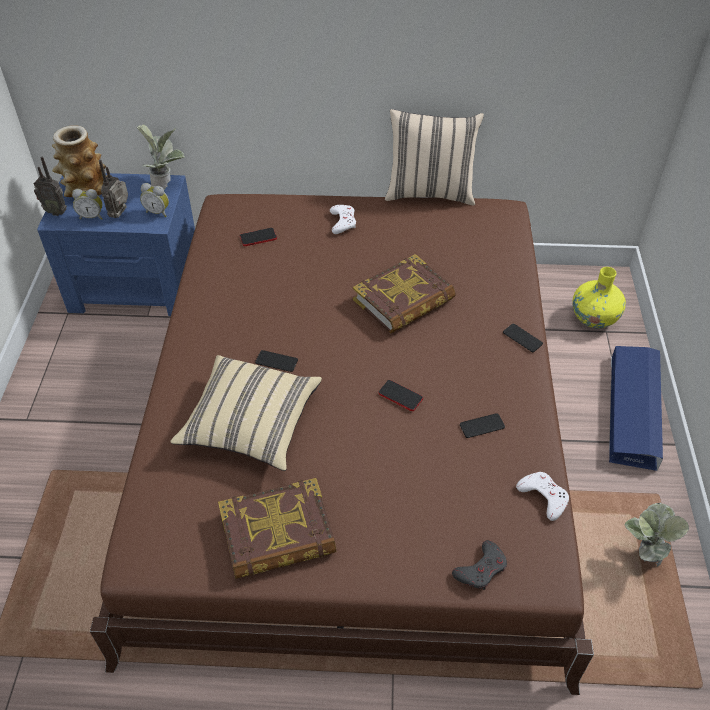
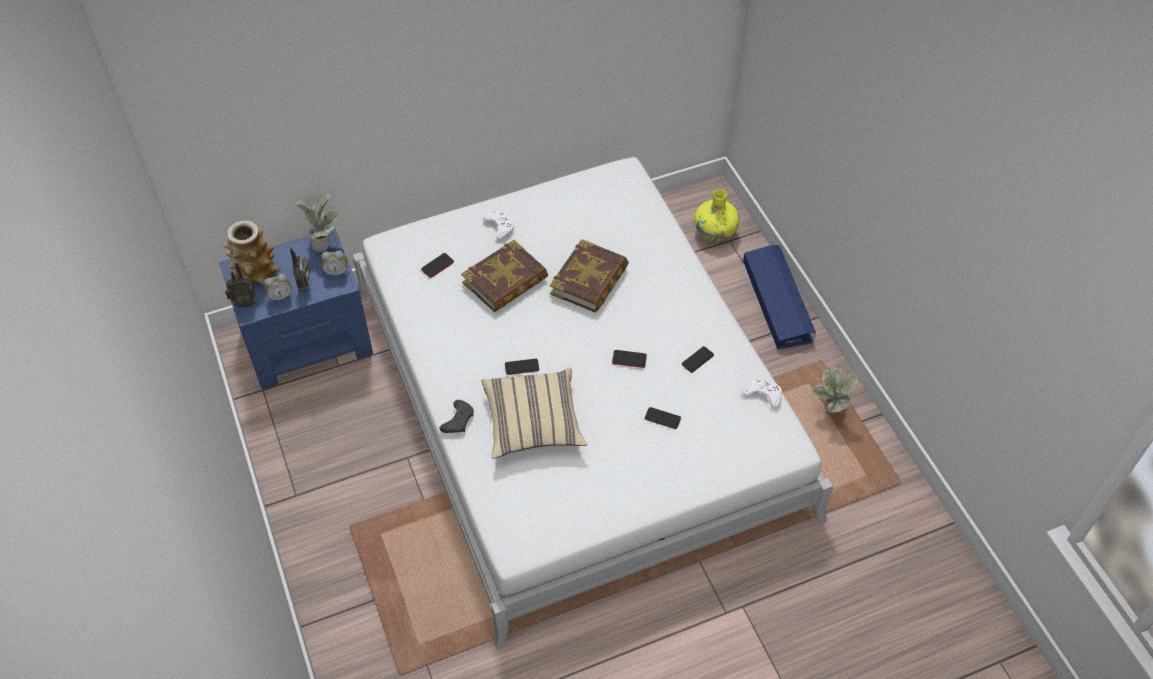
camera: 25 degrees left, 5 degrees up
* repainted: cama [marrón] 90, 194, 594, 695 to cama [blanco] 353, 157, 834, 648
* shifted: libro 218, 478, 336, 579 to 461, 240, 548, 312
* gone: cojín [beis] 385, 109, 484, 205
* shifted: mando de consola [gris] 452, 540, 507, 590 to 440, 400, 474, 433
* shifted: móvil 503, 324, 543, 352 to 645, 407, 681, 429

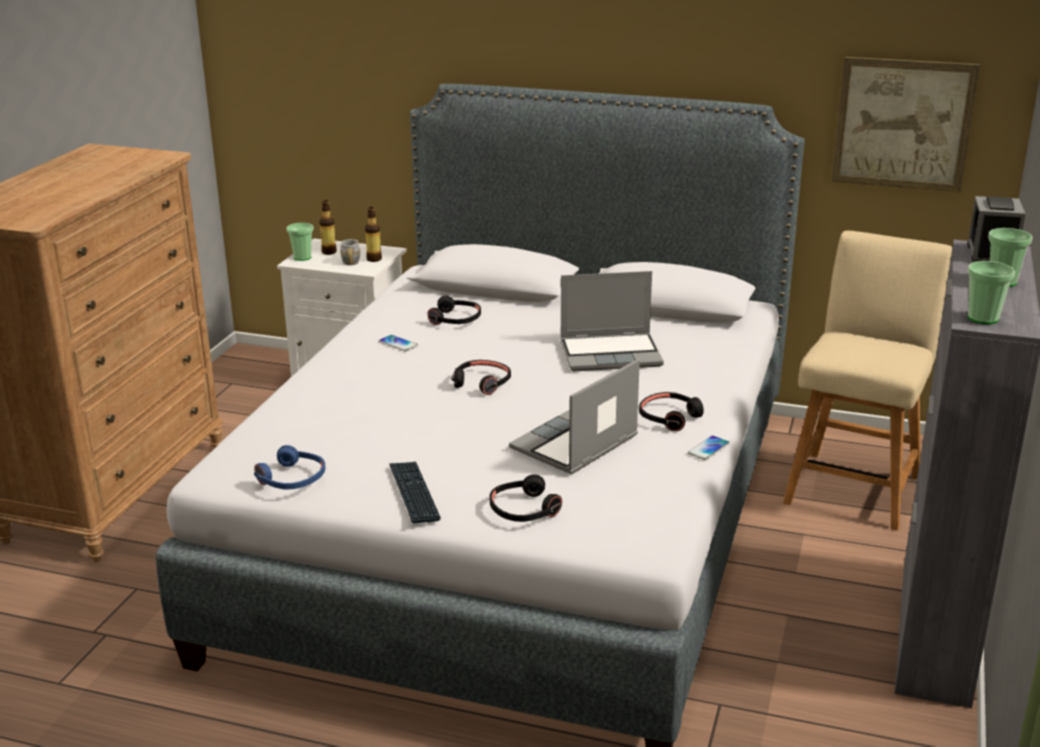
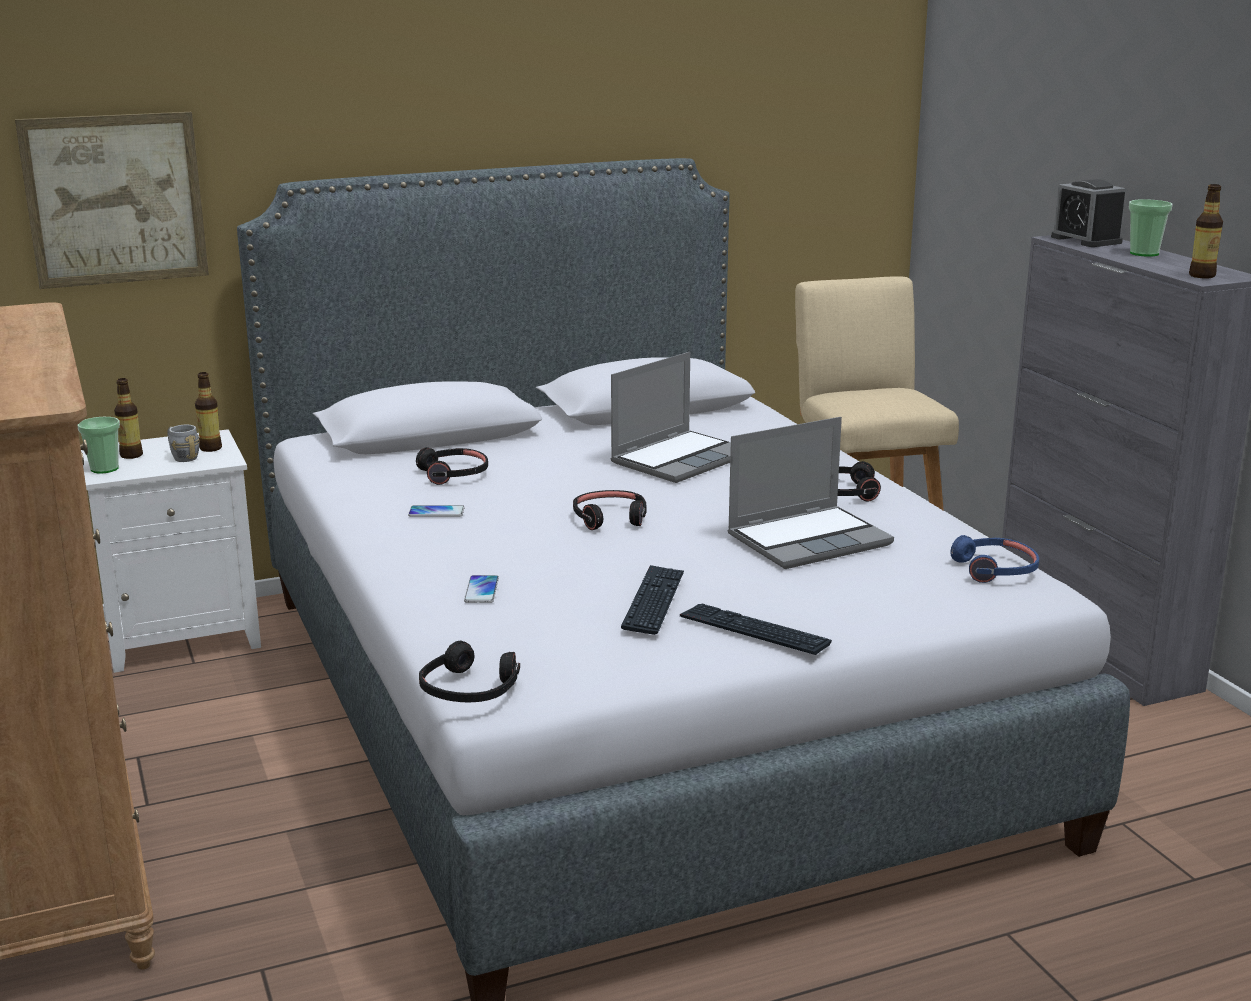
camera: 40 degrees left, 5 degrees down
* shifted: auriculares [azul] 254, 445, 325, 489 to 950, 535, 1039, 583
* shifted: auriculares [negro] 490, 474, 562, 522 to 419, 640, 520, 702
* rotated: portátil 509, 359, 640, 474 = 728, 417, 894, 569 120 degrees counterclockwise
* shifted: móvil 688, 436, 730, 460 to 464, 575, 499, 603
* shifted: cuadro 831, 57, 980, 192 to 15, 112, 209, 289
* swapped: taza 968, 261, 1015, 324 to botella 1189, 184, 1223, 278
* new: teclado 621, 565, 684, 635

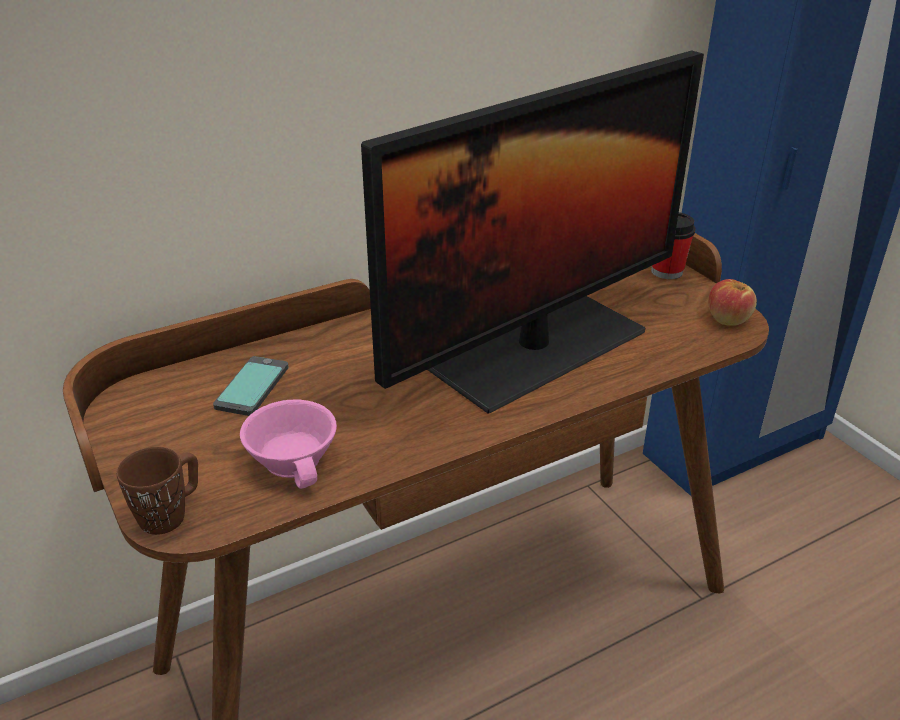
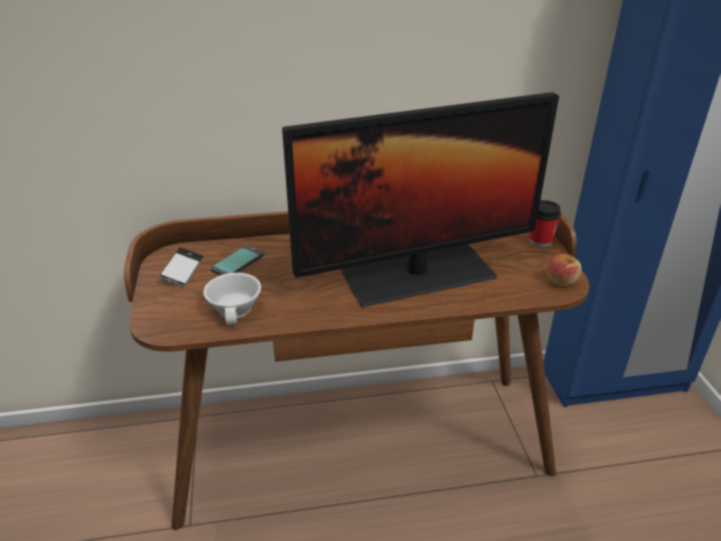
camera: 20 degrees right, 0 degrees up
* gone: taza grande [marrón] 117, 447, 198, 535
* repainted: taza [rosa] 240, 399, 337, 489 to taza [blanco] 204, 273, 261, 325
* new: móvil 159, 247, 203, 287

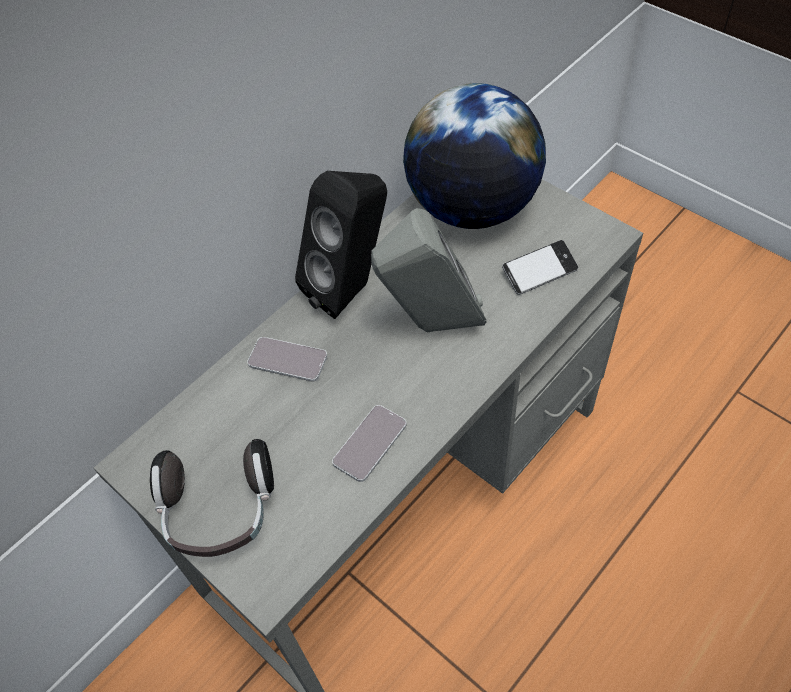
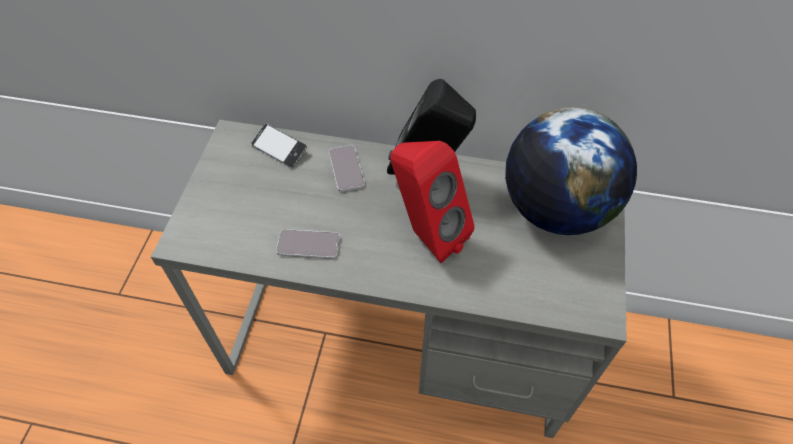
camera: 55 degrees right, 0 degrees up
* gone: auriculares 150, 439, 274, 557
* repainted: altavoz [gris] 371, 208, 487, 332 to altavoz [rojo] 390, 141, 475, 263
* shifted: móvil 502, 240, 578, 295 to 251, 124, 307, 168

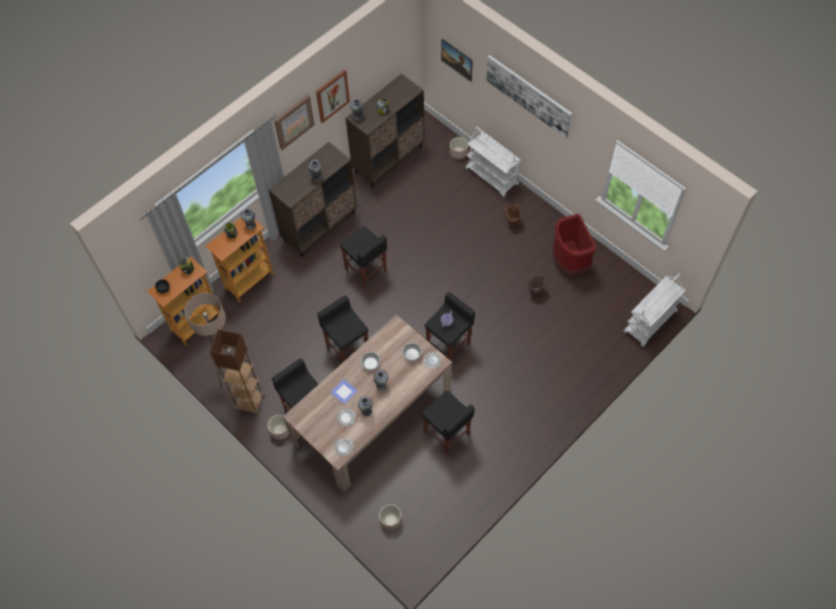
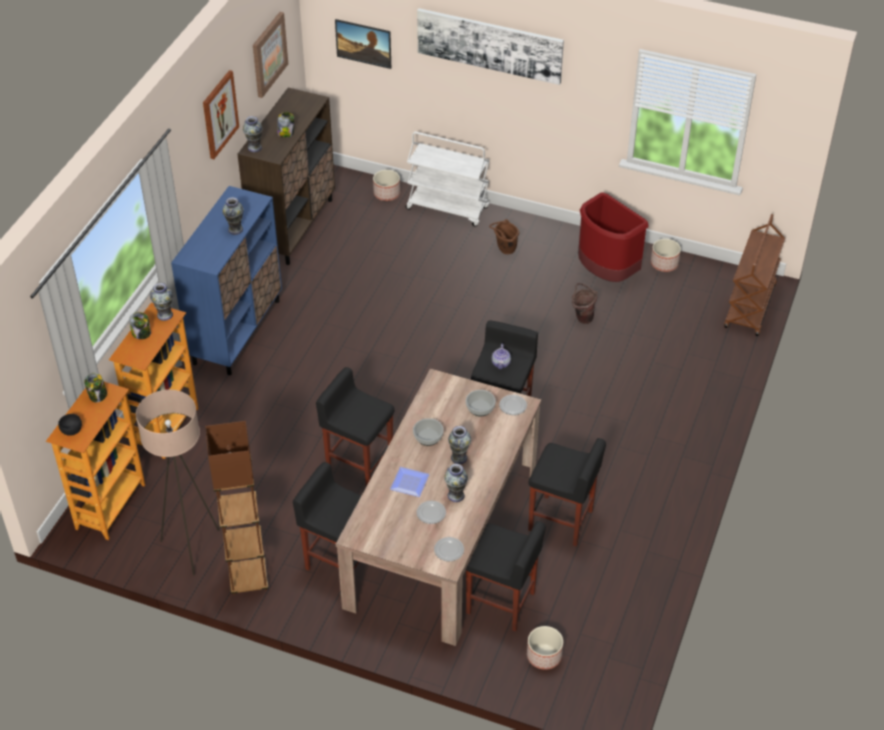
camera: 25 degrees left, 15 degrees down
* shifted: maceta 268, 415, 289, 440 to 651, 239, 681, 272
* repainted: armario [marrón] 269, 142, 357, 257 to armario [azul] 171, 186, 282, 375
* shifted: cuadro 274, 95, 315, 150 to 253, 12, 288, 98
* shifted: taburete [negro] 340, 226, 387, 288 to 466, 521, 546, 632
* repainted: carrito [blanco] 624, 274, 686, 347 to carrito [marrón] 724, 214, 785, 336

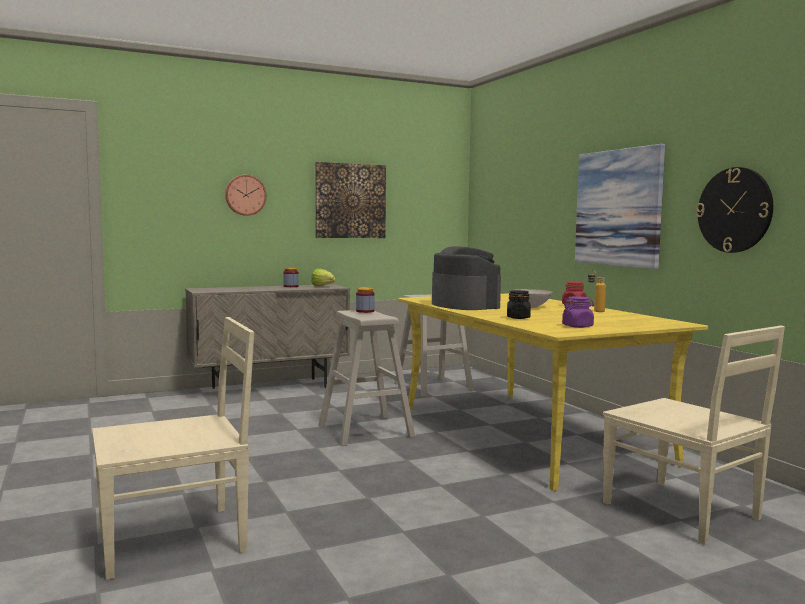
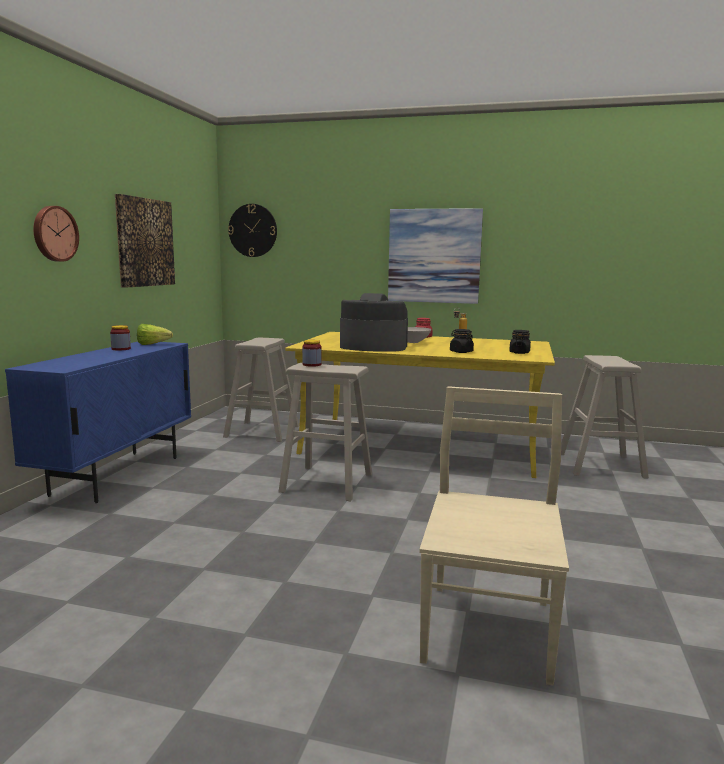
camera: 50 degrees left, 5 degrees up
* repainted: armario [beis] 185, 284, 350, 389 to armario [azul] 5, 342, 191, 503
* repainted: tarro [morado] 562, 296, 594, 328 to tarro [negro] 509, 330, 531, 354
* swapped: silla [beis] 603, 326, 785, 545 to taburete [beis] 561, 355, 649, 478
* shifted: reloj de pared 696, 167, 773, 253 to 228, 204, 277, 257

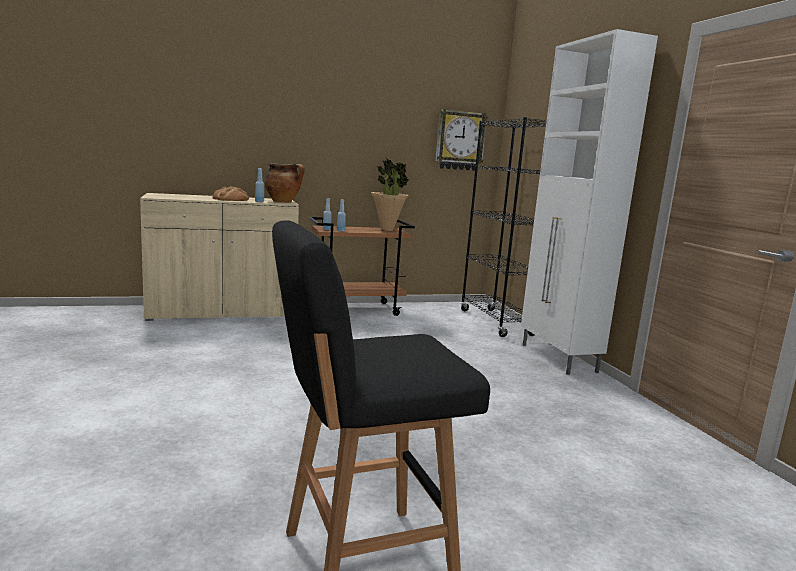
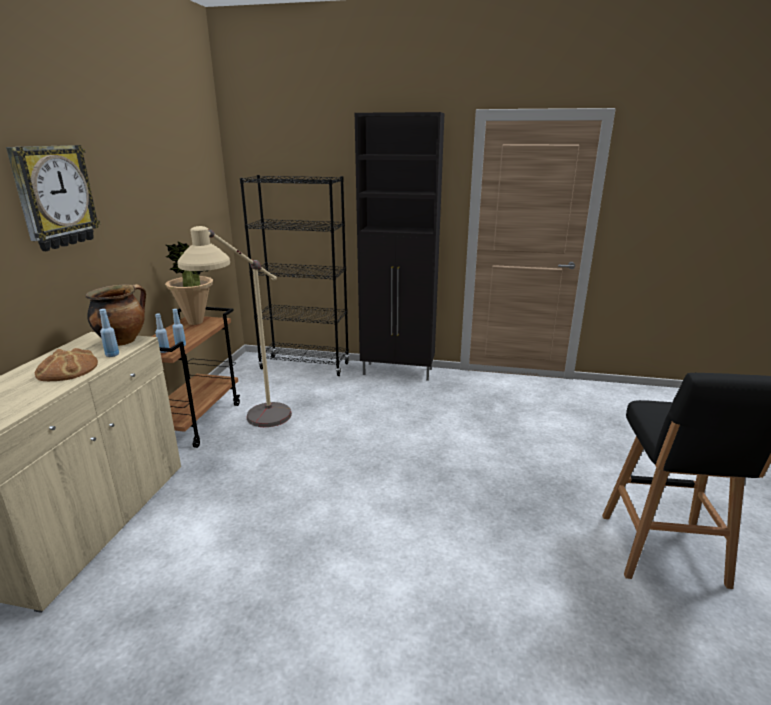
camera: 60 degrees left, 10 degrees up
* shifted: reloj de pared 436, 109, 488, 171 to 6, 145, 100, 251
* repainted: armario [blanco] 521, 29, 658, 375 to armario [negro] 355, 112, 444, 381
* new: lámpara de pie [beis] 177, 226, 292, 427

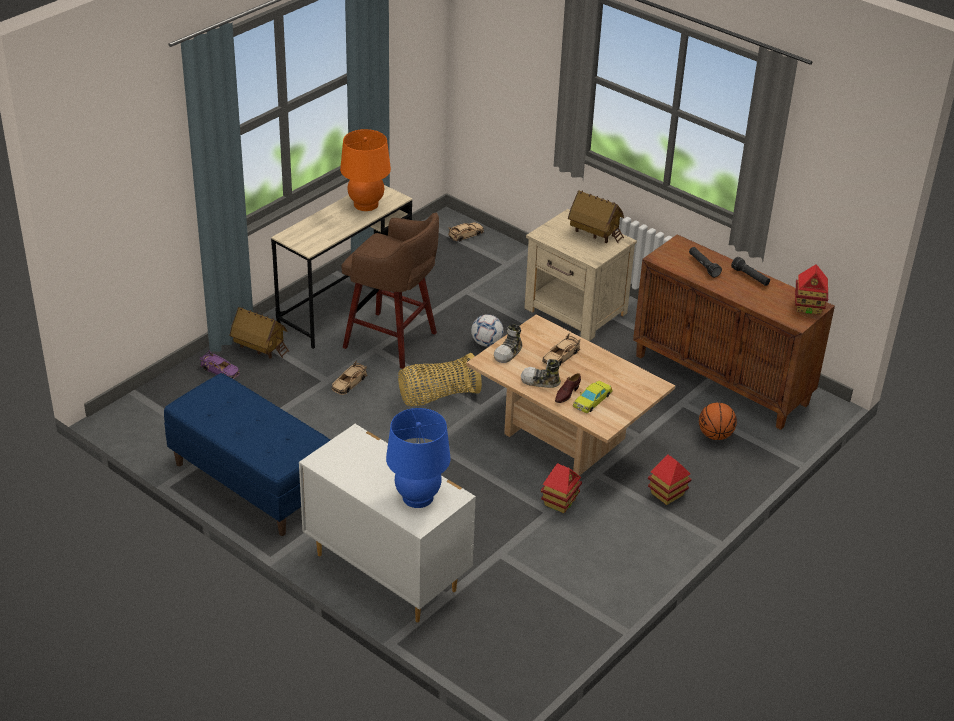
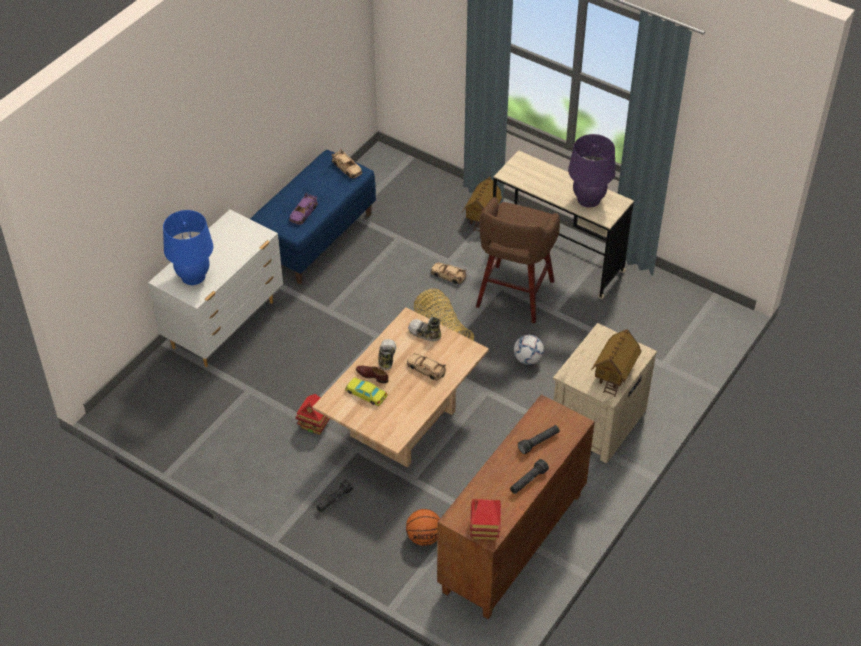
camera: 85 degrees right, 10 degrees up
* shifted: coche de juguete [morado] 200, 350, 240, 379 to 289, 192, 318, 225
* repainted: lámpara de mesa [naranja] 340, 129, 391, 211 to lámpara de mesa [morado] 568, 134, 615, 207
* shifted: coche de juguete [beis] 448, 222, 484, 241 to 332, 149, 362, 178
* swapped: casita 648, 454, 692, 505 to linterna [negro] 317, 480, 353, 512

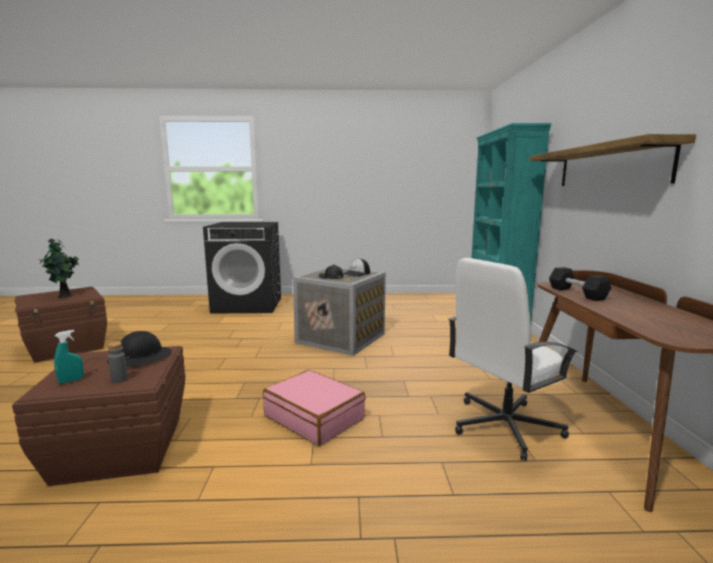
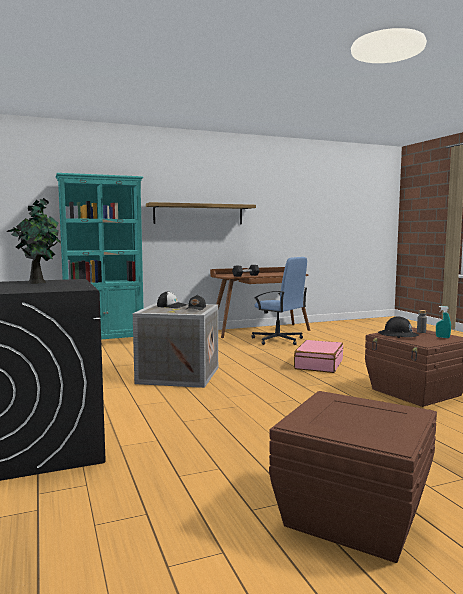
camera: 110 degrees left, 5 degrees down
* shifted: planta en maceta 40, 238, 79, 298 to 7, 198, 61, 284
* repainted: silla de oficina [blanco] 448, 258, 577, 461 to silla de oficina [azul] 252, 257, 307, 345

